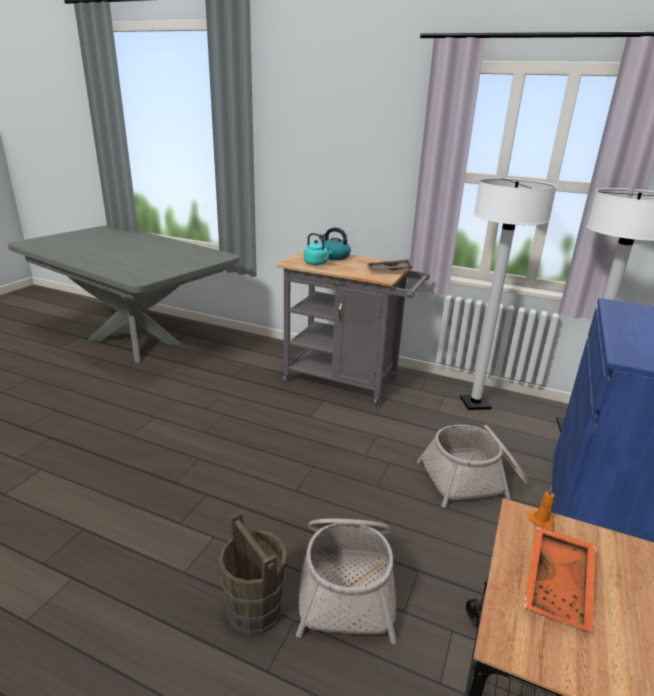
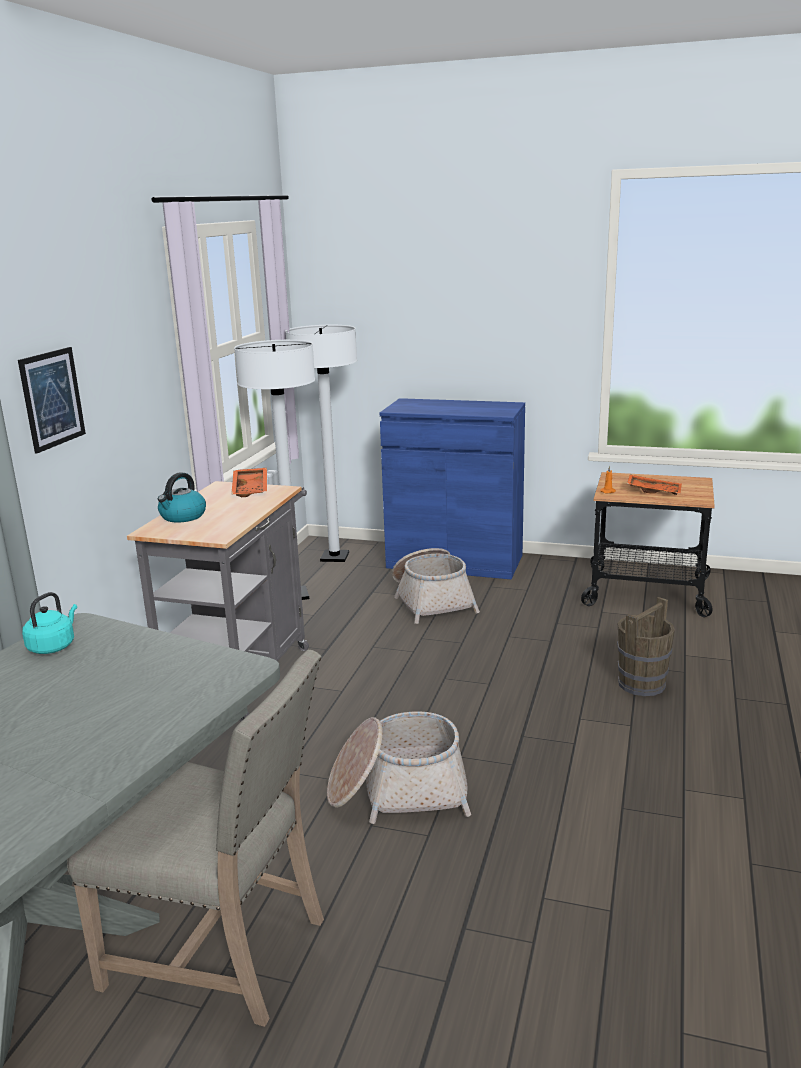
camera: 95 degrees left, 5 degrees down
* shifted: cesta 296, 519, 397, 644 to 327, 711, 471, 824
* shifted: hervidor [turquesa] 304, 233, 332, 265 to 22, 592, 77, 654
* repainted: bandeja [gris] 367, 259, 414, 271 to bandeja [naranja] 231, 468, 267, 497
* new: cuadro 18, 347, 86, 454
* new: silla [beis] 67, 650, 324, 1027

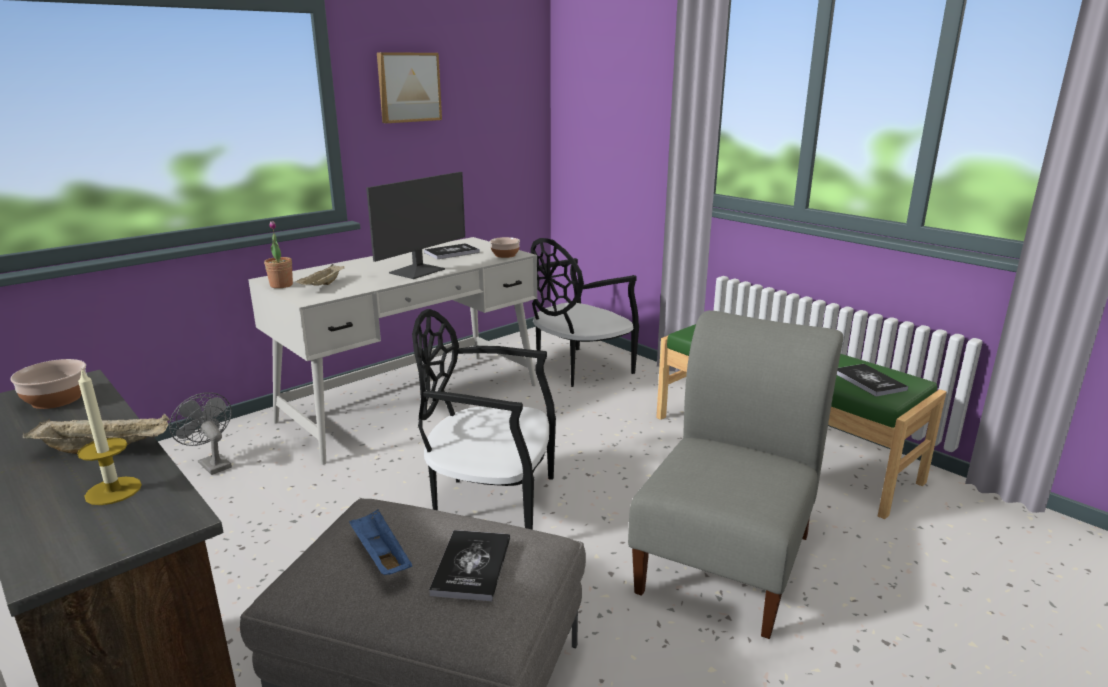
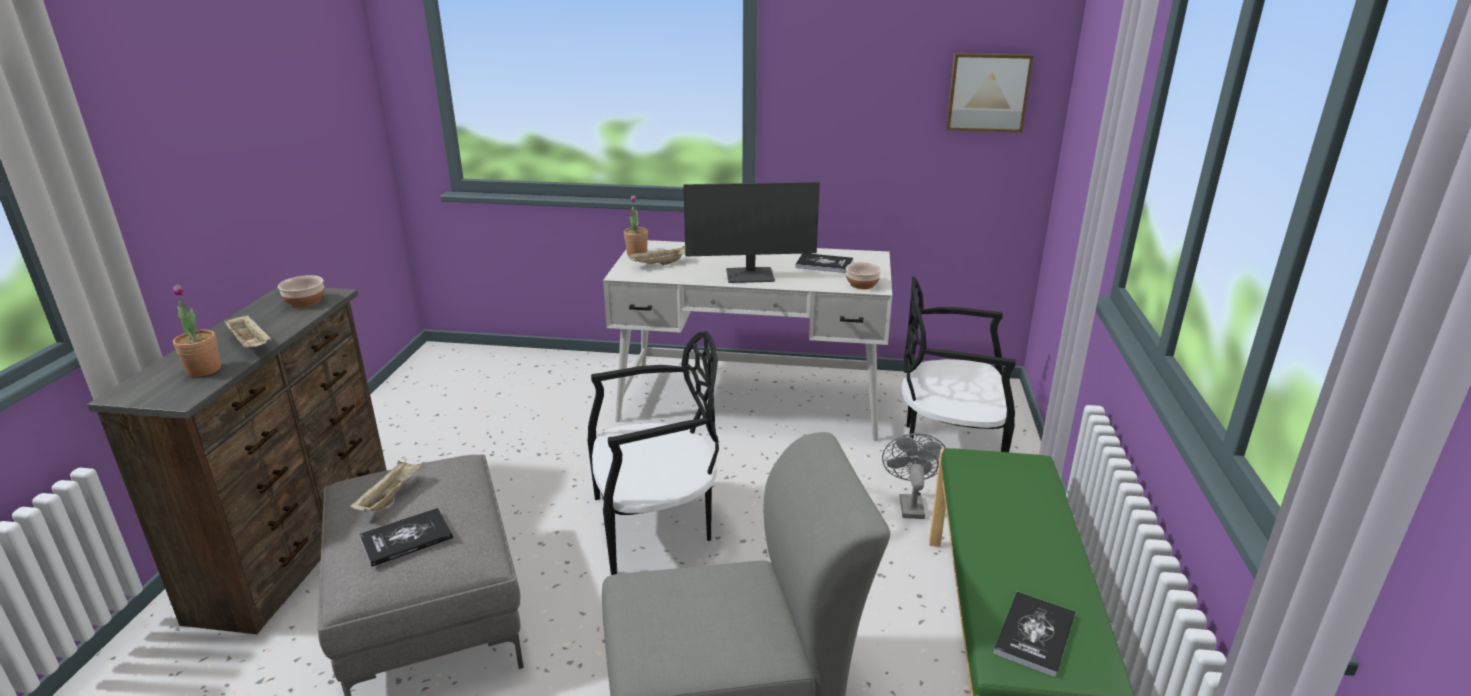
camera: 50 degrees right, 5 degrees up
* swapped: vela 77, 368, 142, 505 to planta en maceta 173, 284, 221, 377
* shifted: ventilador [gris] 169, 392, 232, 475 to 882, 433, 946, 519
* repainted: bandeja [azul] 349, 509, 412, 575 to bandeja [beis] 350, 461, 423, 512
* shifted: cuadro 377, 52, 442, 123 to 946, 53, 1033, 132
* rotated: silla [negro] 412, 309, 556, 530 = 587, 331, 719, 575 105 degrees clockwise

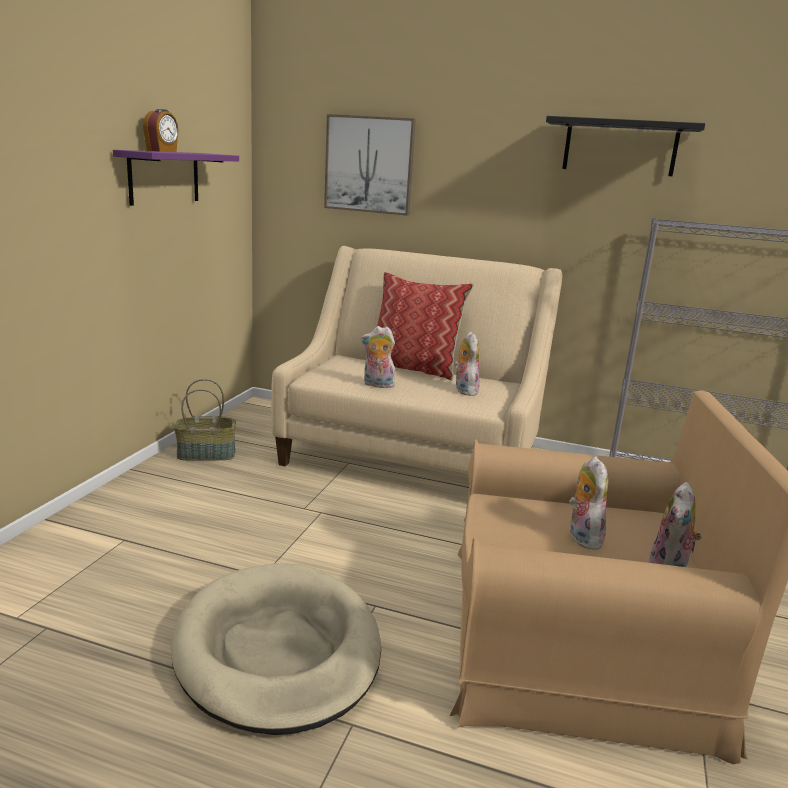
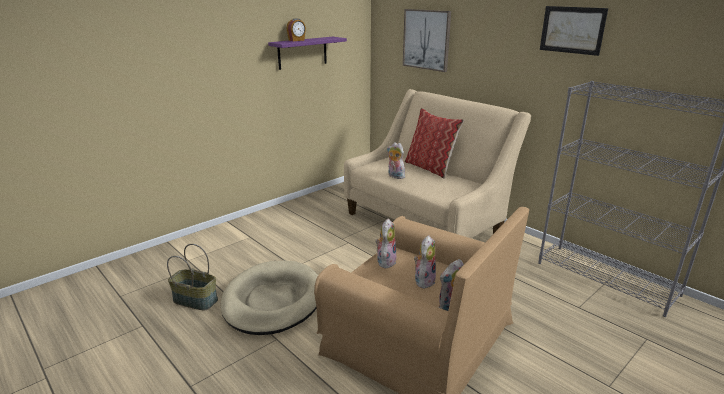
camera: 30 degrees right, 5 degrees up
* shifted: cesta 174, 379, 236, 461 to 167, 244, 218, 310
* shifted: peluche 454, 332, 480, 396 to 375, 218, 396, 268
* swapped: estante [negro] 546, 116, 705, 176 to cuadro 540, 6, 608, 56

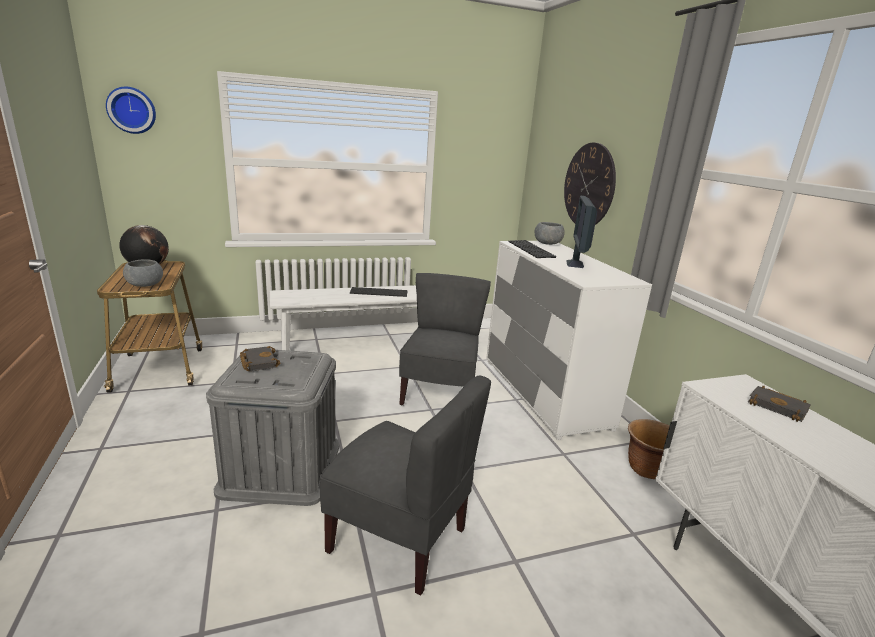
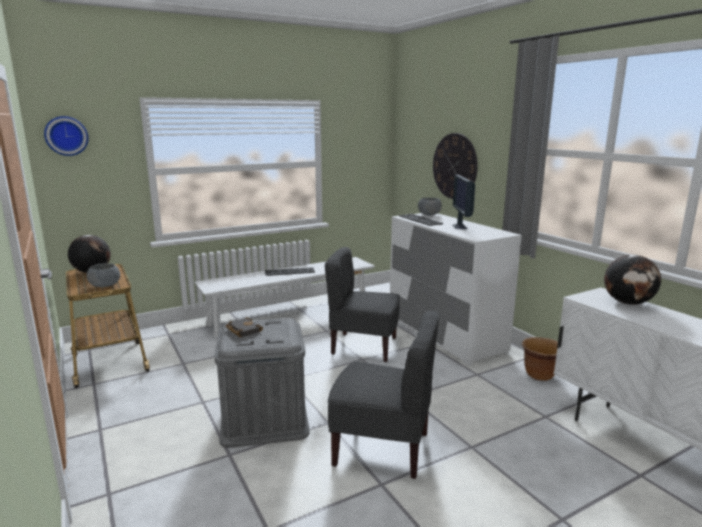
camera: 10 degrees left, 5 degrees down
* rotated: silla [gris] 399, 273, 491, 405 = 325, 247, 400, 362 75 degrees counterclockwise
* swapped: libro [negro] 748, 386, 811, 422 to globo terráqueo 604, 255, 661, 305

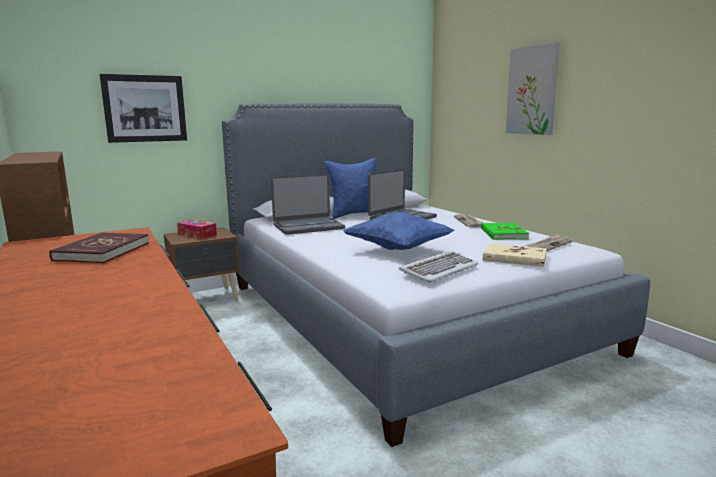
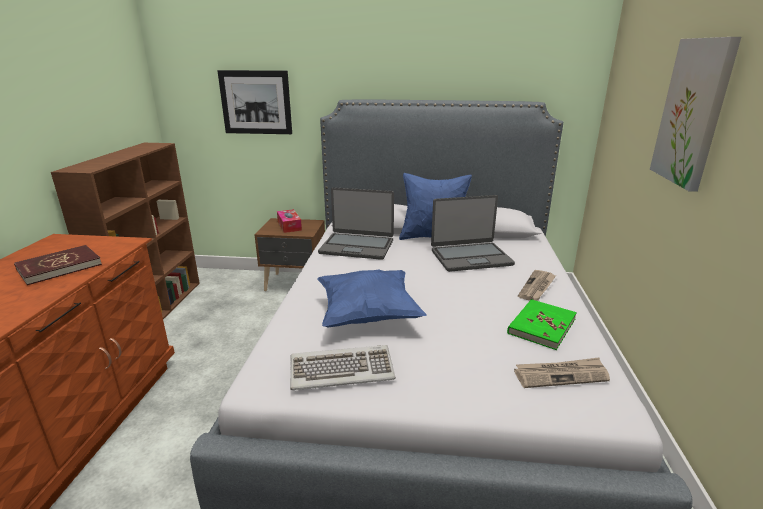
camera: 35 degrees right, 10 degrees up
* gone: libro [beis] 483, 244, 547, 267

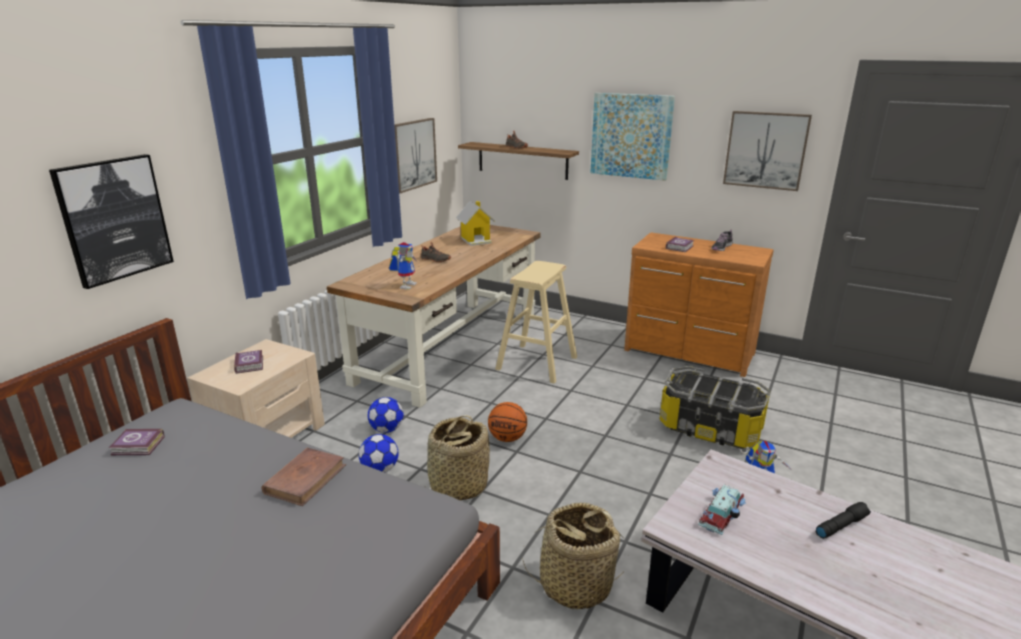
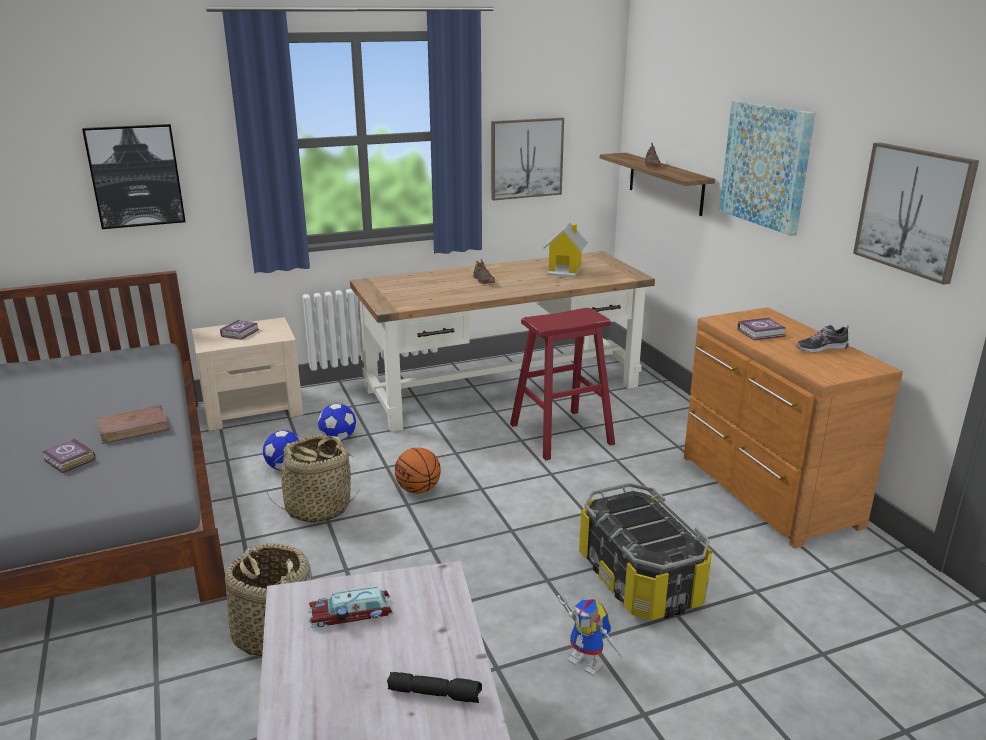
camera: 40 degrees right, 0 degrees up
* shifted: libro 109, 429, 165, 455 to 42, 439, 95, 473
* gone: robot de juguete 389, 242, 417, 290
* repainted: taburete [beis] 495, 261, 577, 384 to taburete [rojo] 510, 308, 615, 460

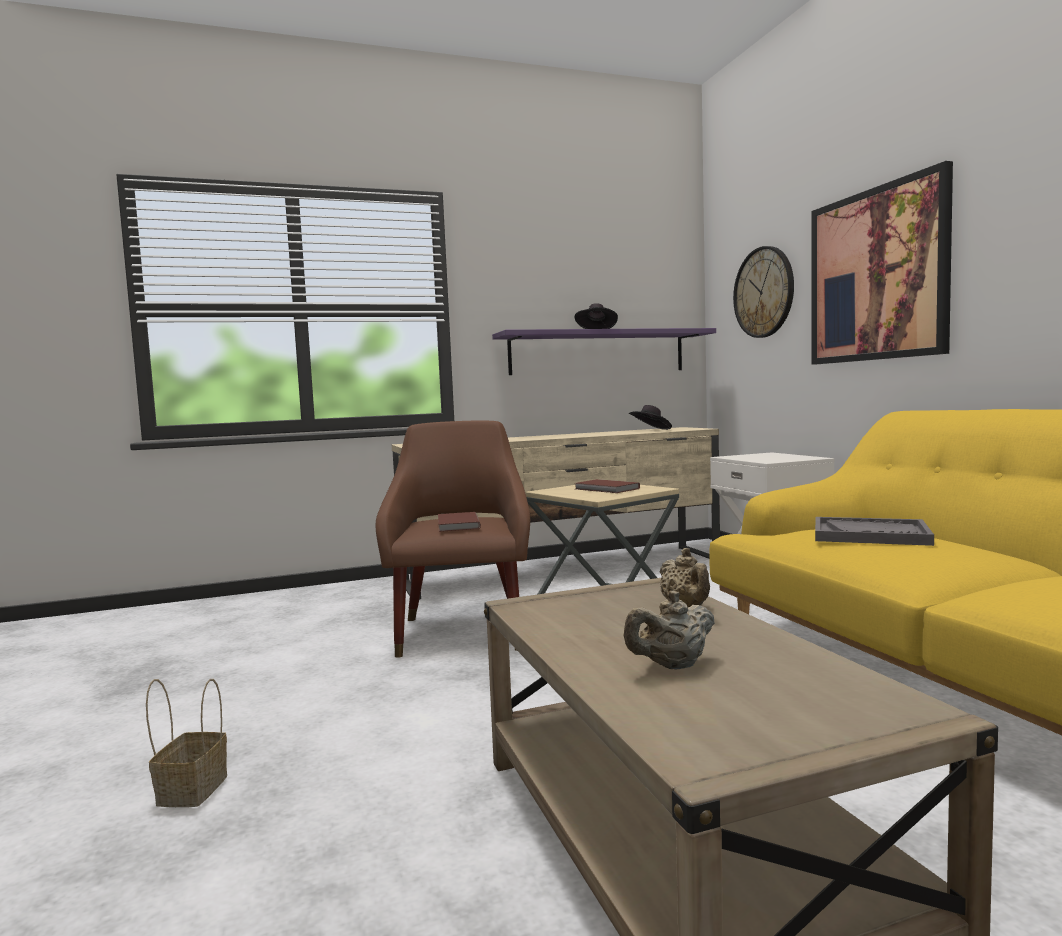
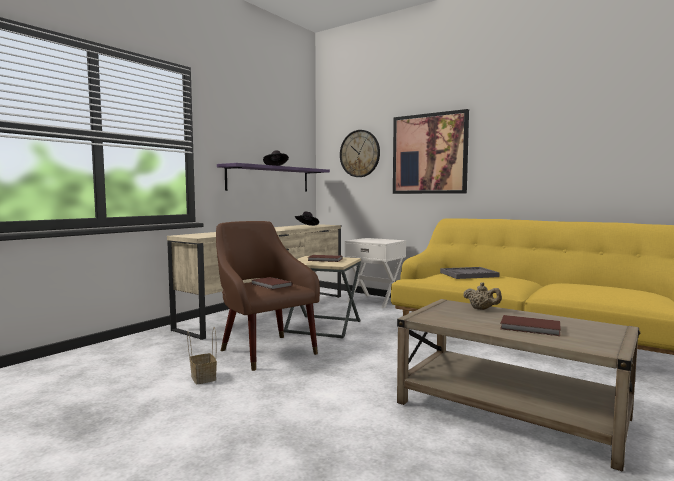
camera: 35 degrees left, 0 degrees up
* shifted: cesta 146, 679, 227, 807 to 187, 327, 217, 384
* swapped: tetera [beis] 624, 591, 715, 669 to libro [marrón] 500, 315, 561, 336

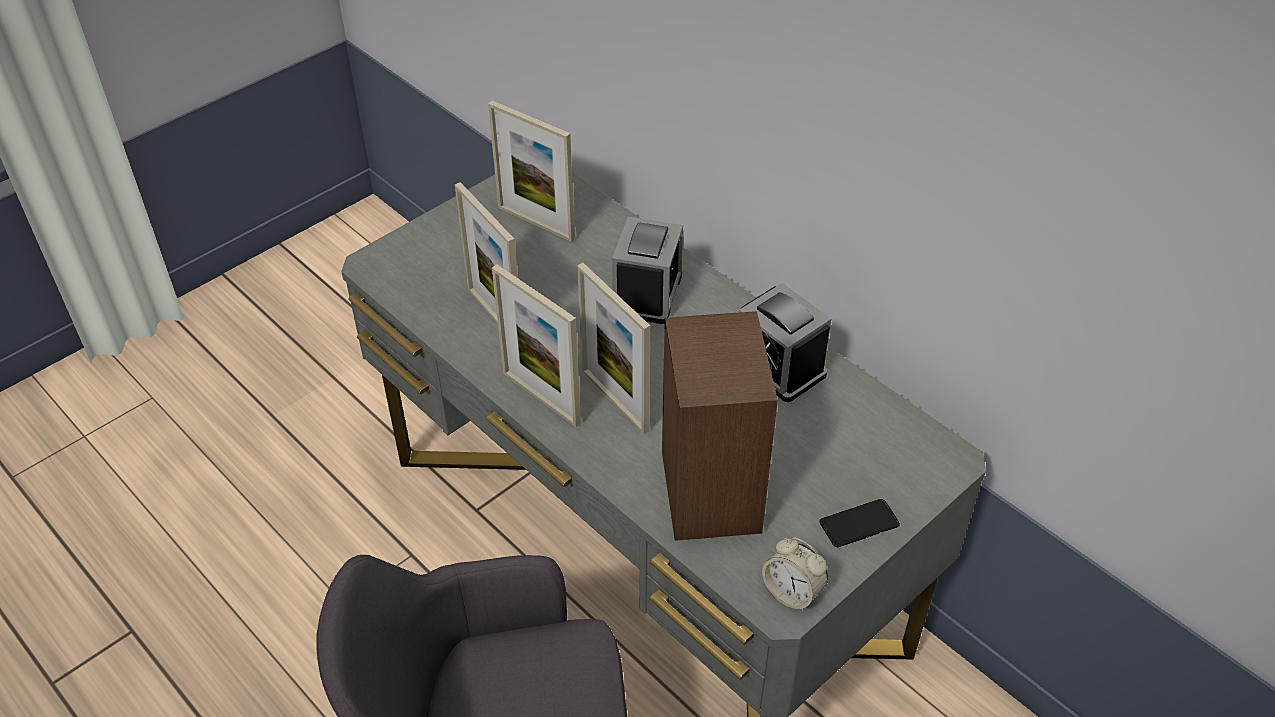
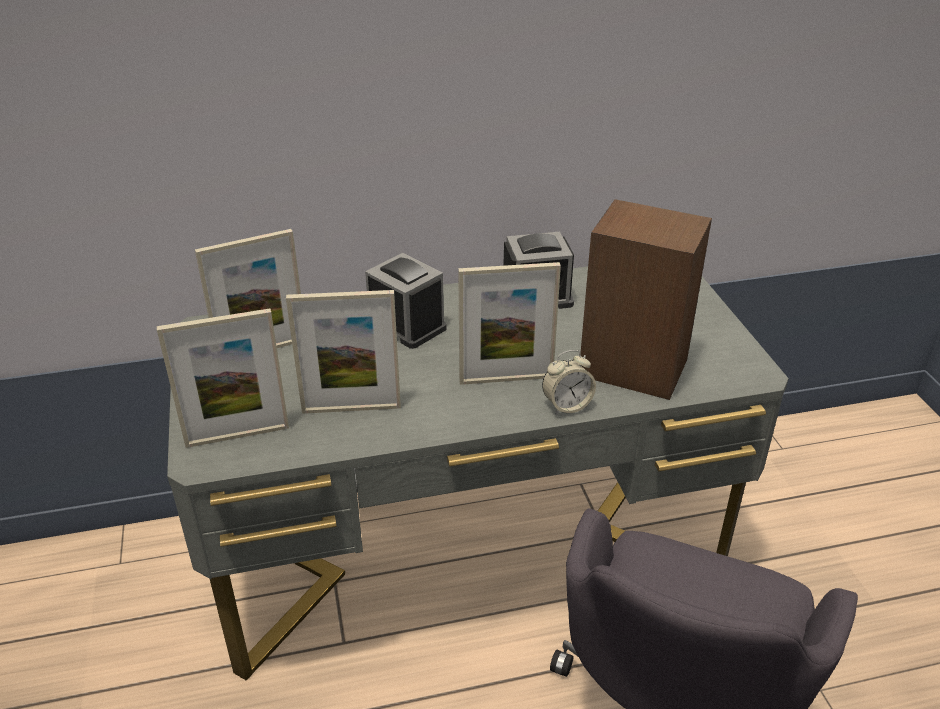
camera: 60 degrees left, 10 degrees down
* shifted: portarretratos 492, 264, 581, 427 to 157, 309, 289, 448
* shifted: despertador 762, 537, 828, 611 to 542, 350, 596, 415
* gone: móvil 819, 499, 900, 547

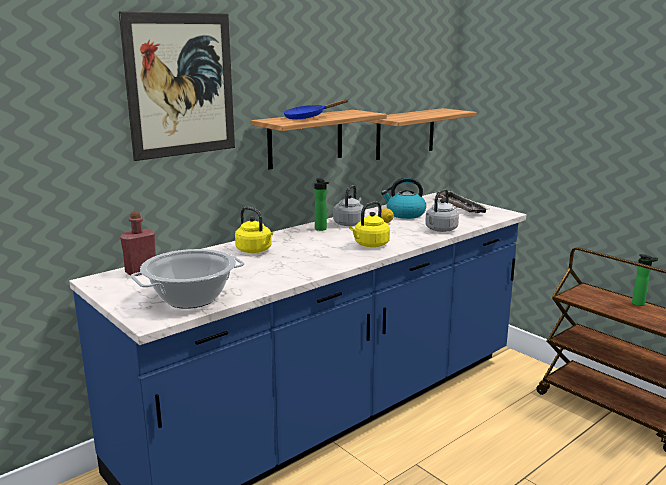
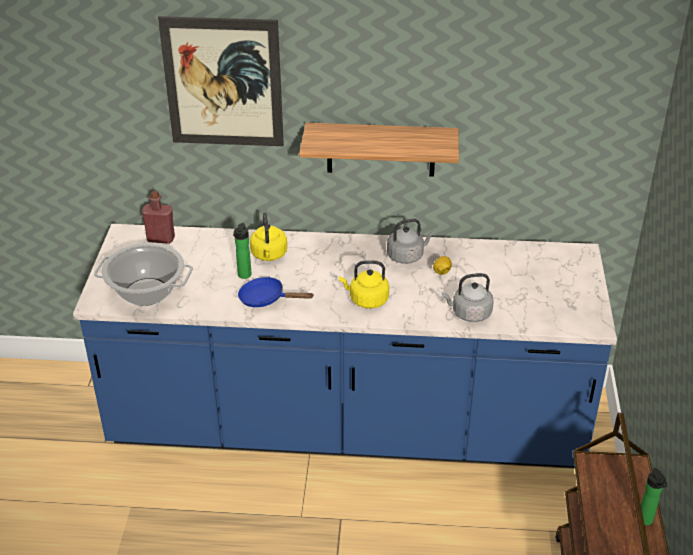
camera: 45 degrees right, 20 degrees up
* shifted: sartén [azul] 283, 99, 349, 119 to 238, 277, 313, 307
* shifted: botella 314, 178, 329, 231 to 233, 223, 252, 279
* gone: estante 365, 108, 476, 160
* gone: hervidor 381, 177, 426, 219
* gone: bandeja 435, 190, 488, 213

